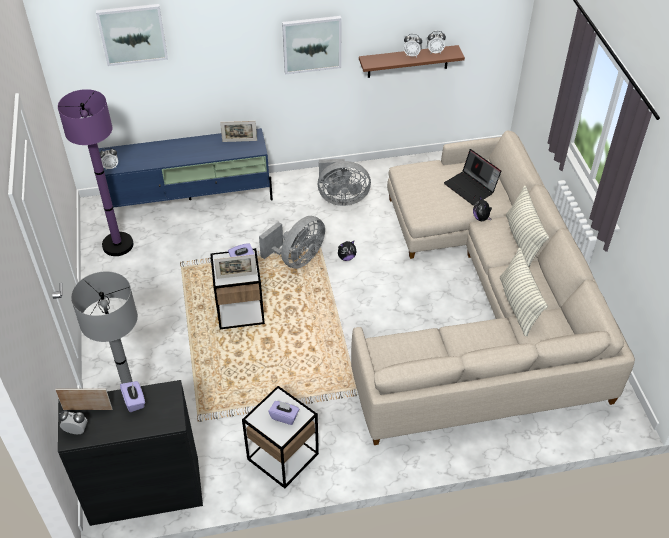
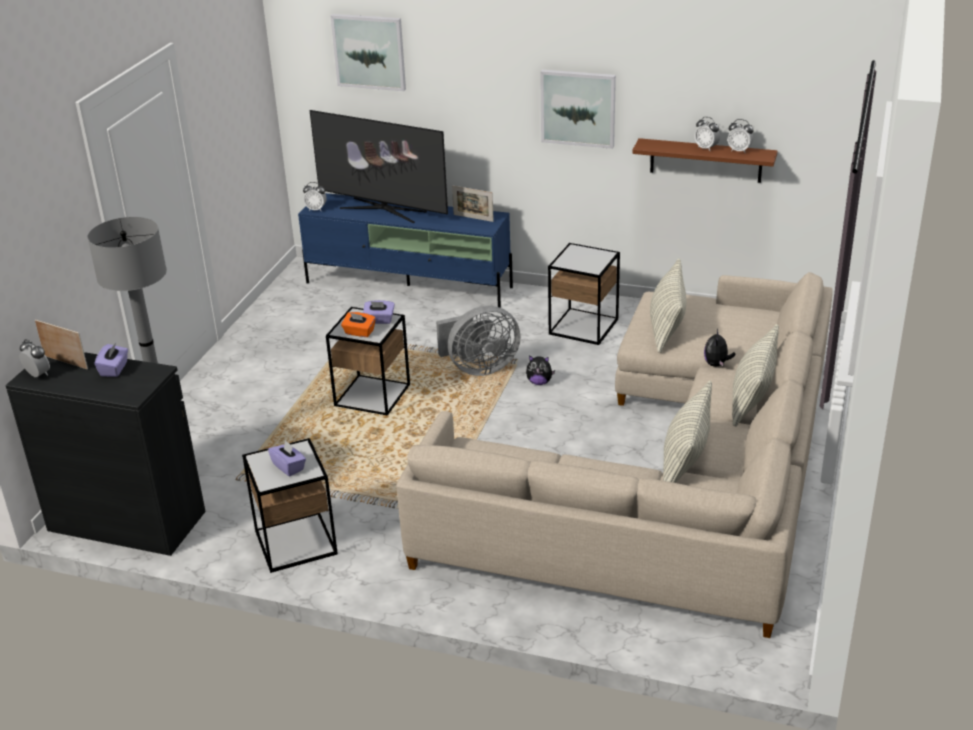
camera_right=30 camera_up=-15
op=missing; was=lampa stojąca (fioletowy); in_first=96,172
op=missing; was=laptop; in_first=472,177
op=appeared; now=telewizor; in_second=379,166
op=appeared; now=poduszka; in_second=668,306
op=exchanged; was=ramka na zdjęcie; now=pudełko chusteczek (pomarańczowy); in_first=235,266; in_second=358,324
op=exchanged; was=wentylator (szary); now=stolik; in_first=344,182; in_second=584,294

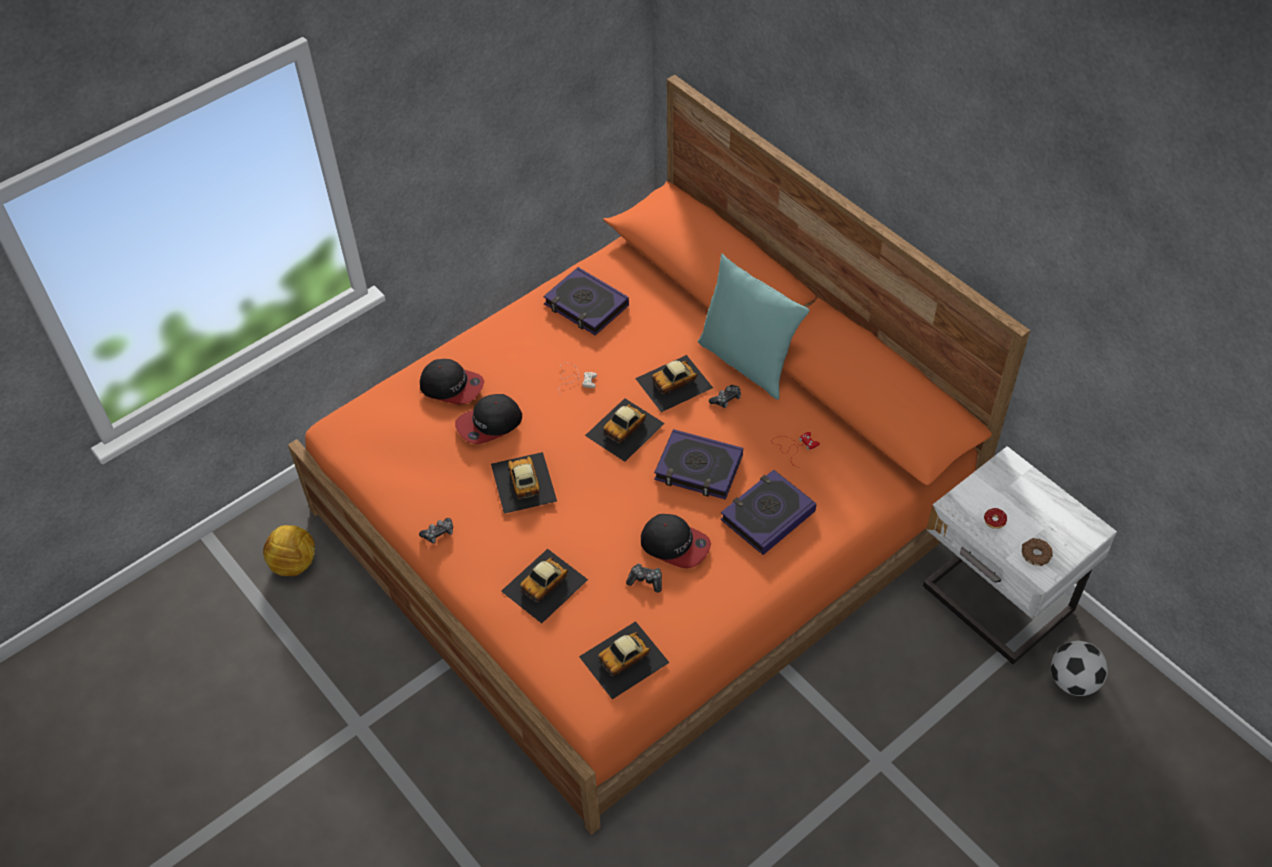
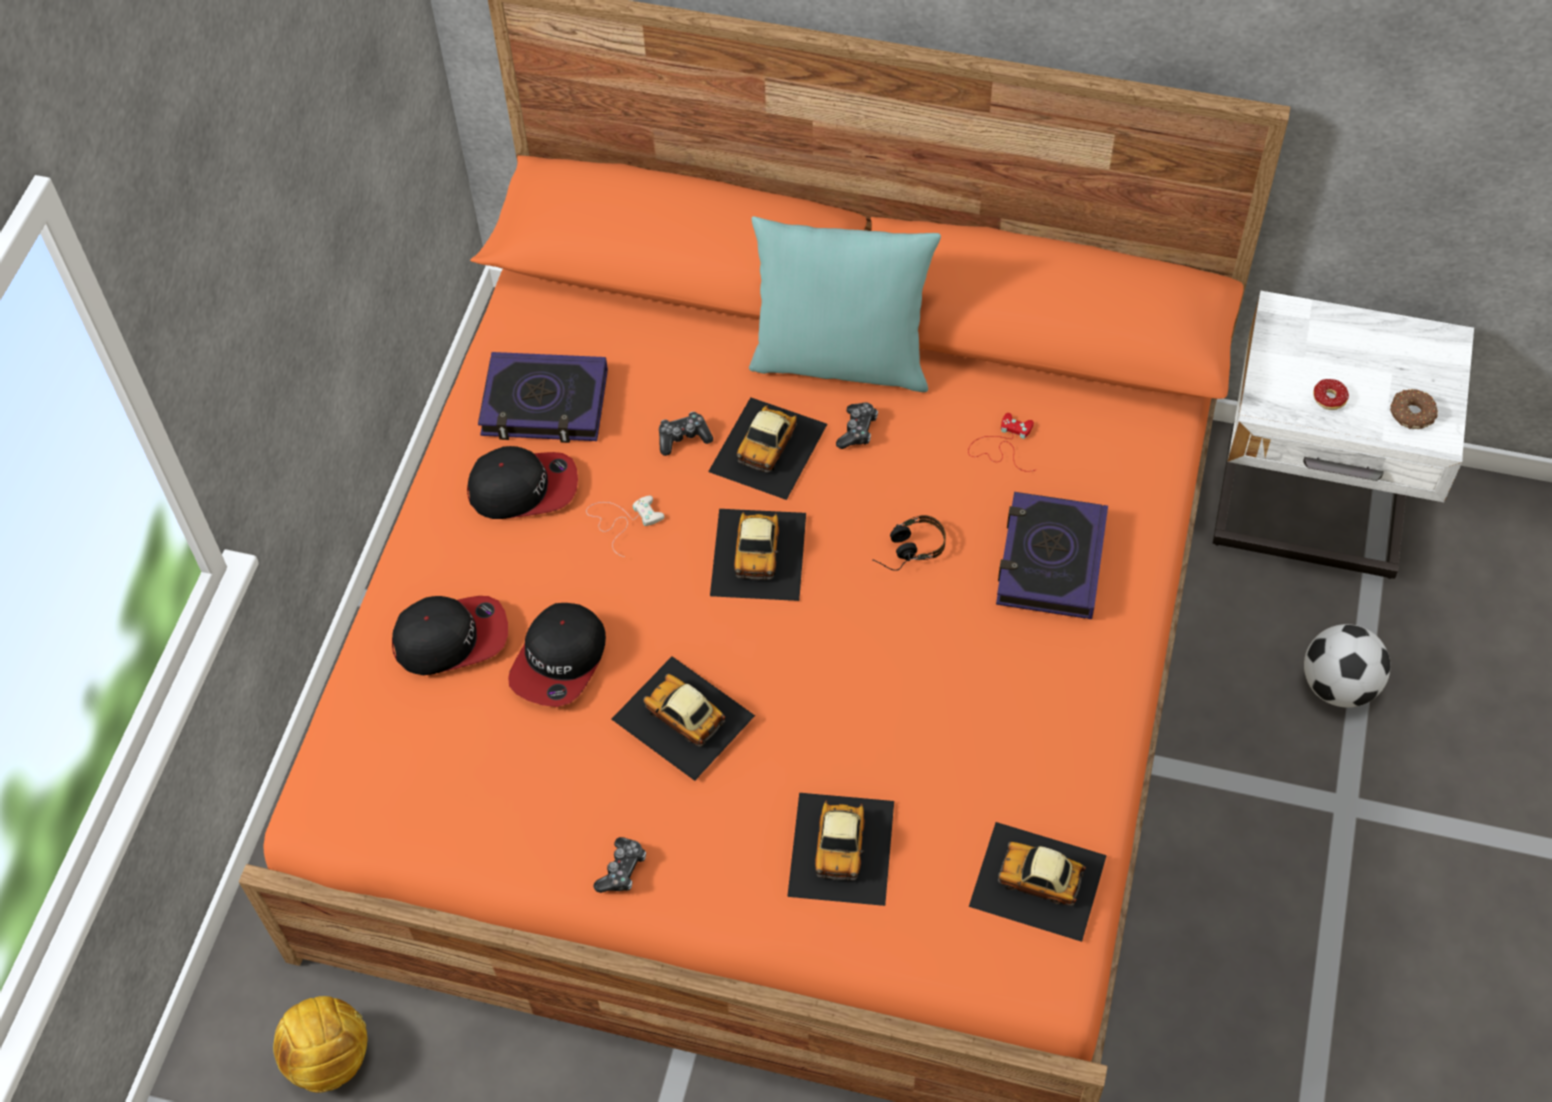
camera_right=-35 camera_up=5
op=relocated; was=pad do gier; in_first=644,578; in_second=686,434
op=relocated; was=czapka z daszkiem; in_first=676,541; in_second=522,482
op=relocated; was=piłka futbolowa; in_first=1079,668; in_second=1347,666
op=exchanged; was=książka; now=słuchawki; in_first=698,464; in_second=909,543
op=spun; was=samochodzik; in_first=624,660; in_second=1038,882; clockwise=90

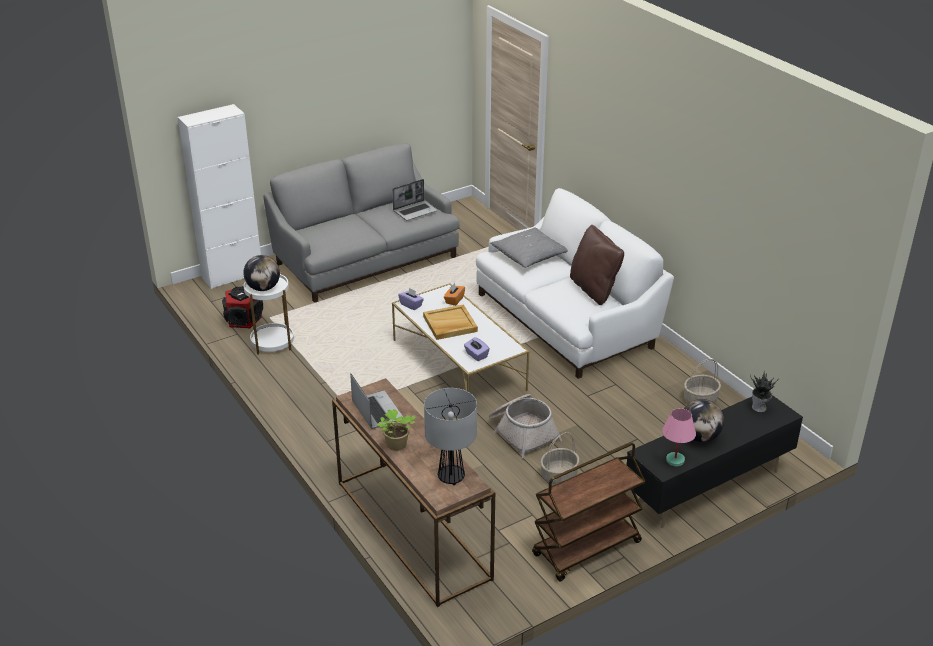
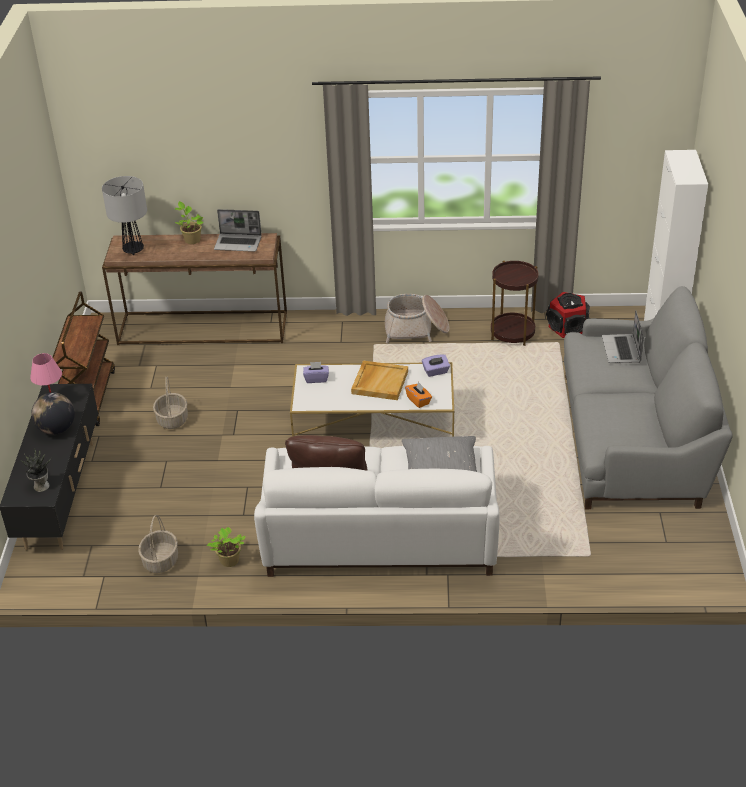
camera_right=125 camera_up=5
op=missing; was=globus; in_first=261,273
op=appeared; now=roślina doniczkowa; in_second=226,547
op=relocated; was=laptop; in_first=414,199; in_second=623,336
op=relocated; was=koszyk; in_first=525,426; in_second=417,318
op=colour; was=stolik (biały); now=stolik (brązowy); in_first=269,313; in_second=515,303

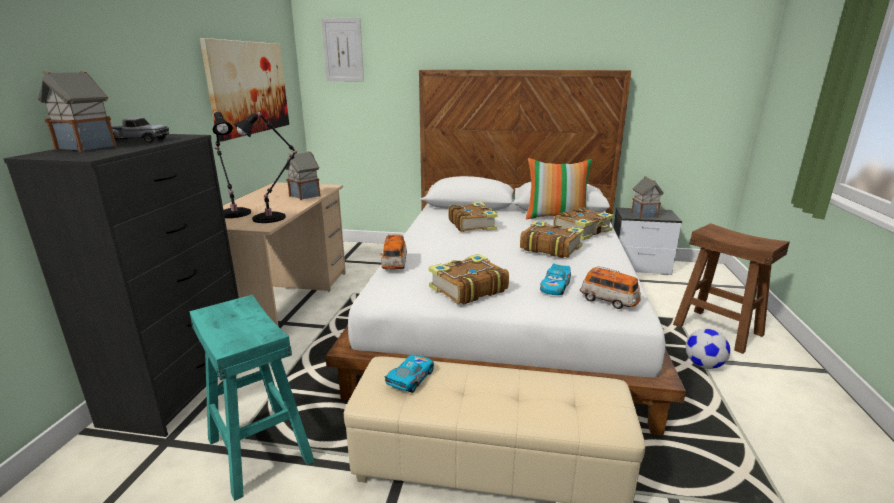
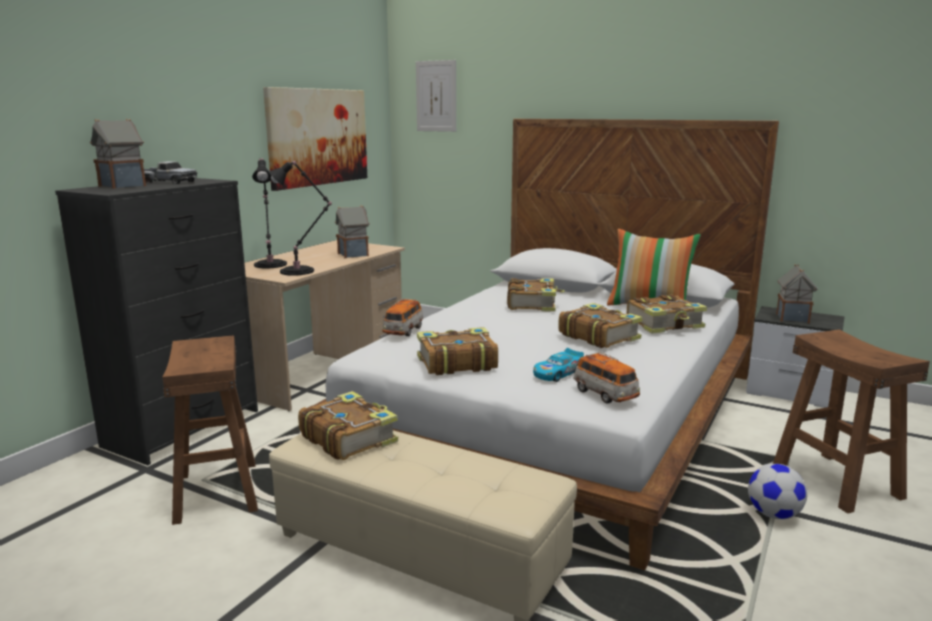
camera_right=20 camera_up=-5
op=exchanged; was=samochodzik; now=książka; in_first=409,374; in_second=348,425
op=colour; was=stołek (turkusowy); now=stołek (brązowy); in_first=252,398; in_second=210,430

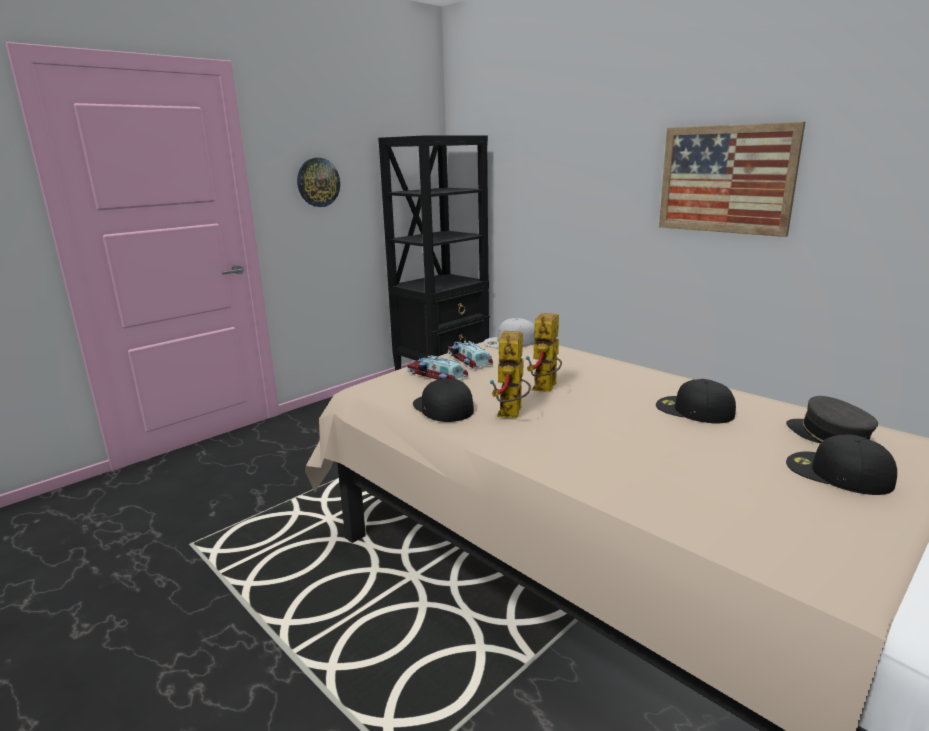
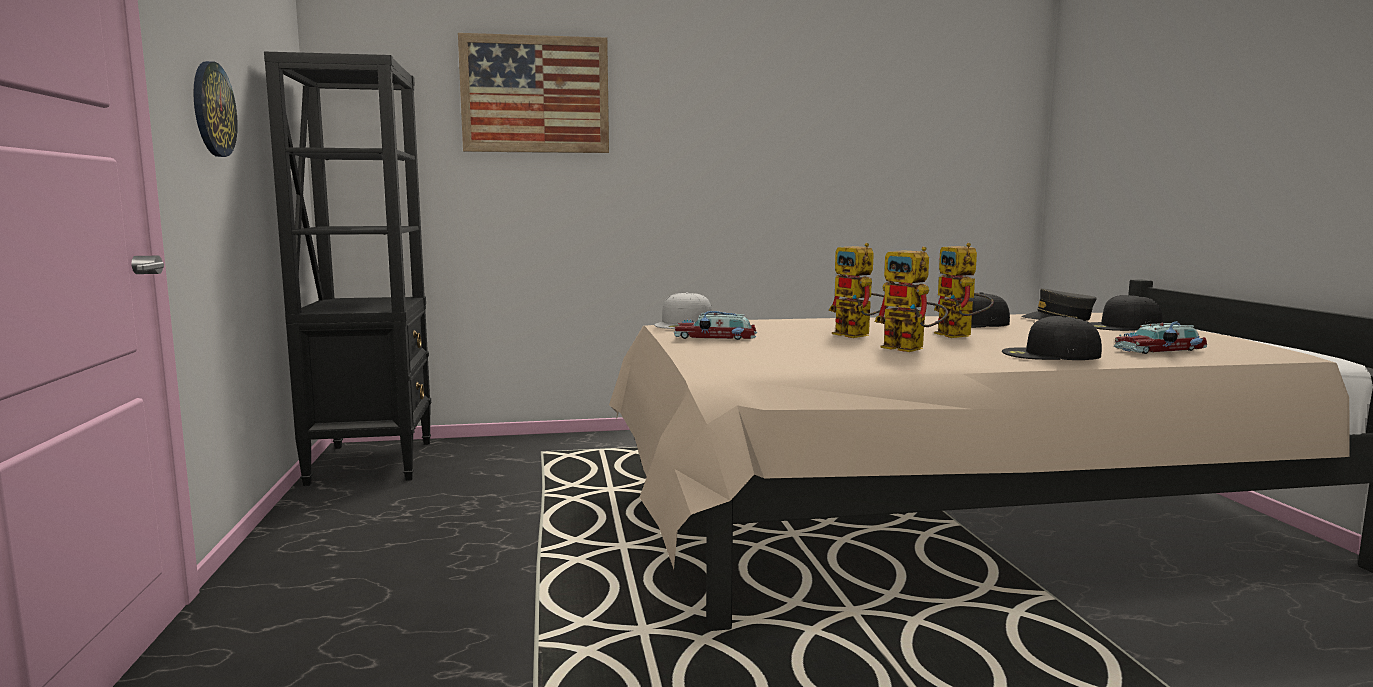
camera_right=-55 camera_up=-10
op=appeared; now=robot zabawkowy; in_second=964,290
op=relocated; was=samochodzik; in_first=438,367; in_second=1160,337
op=relocated; was=czapka z daszkiem (czarny); in_first=443,400; in_second=1052,338
op=relocated; was=obraz; in_first=732,179; in_second=533,93

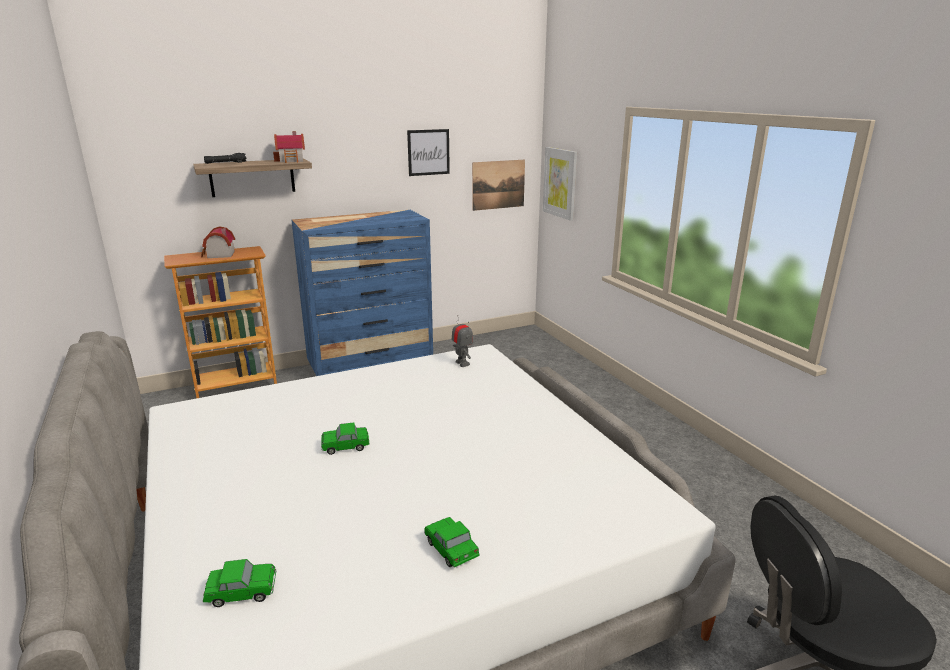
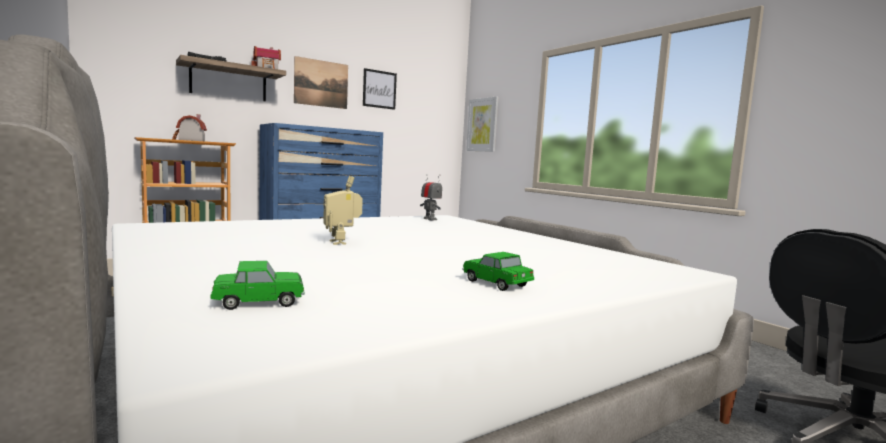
camera_right=-10 camera_up=-15
op=relocated; was=obraz; in_first=498,185; in_second=321,82
op=exchanged; was=samochodzik; now=robot zabawkowy; in_first=345,439; in_second=343,210

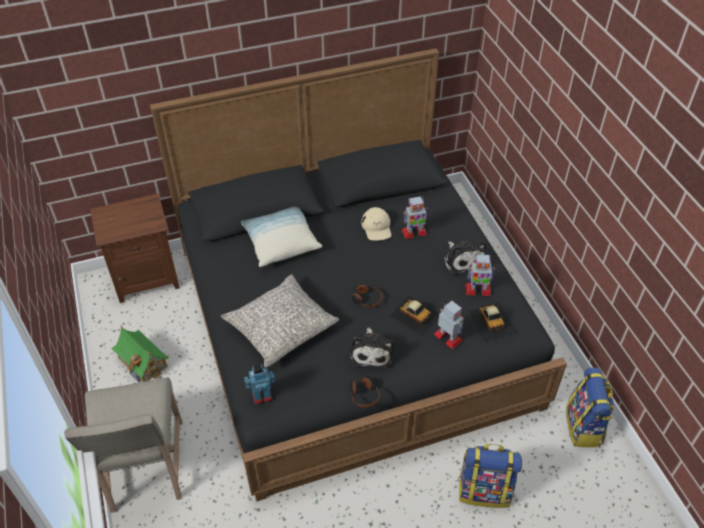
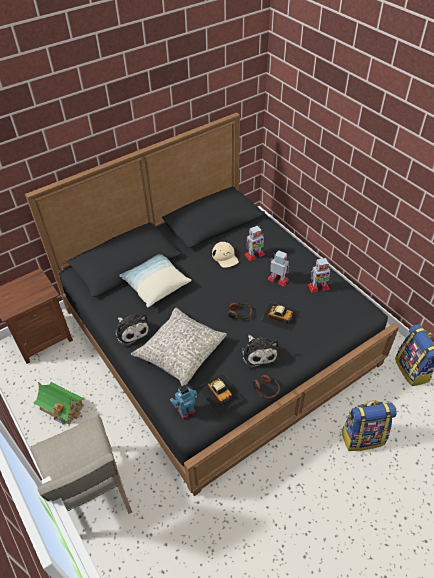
camera_right=-15 camera_up=0
op=relocated; was=robot zabawkowy; in_first=449,325; in_second=278,268
op=relocated; was=pluszak; in_first=464,257; in_second=132,330
op=relocated; was=samochodzik; in_first=492,321; in_second=221,393

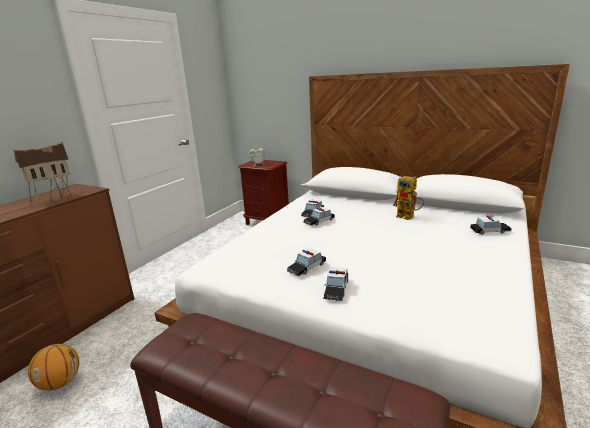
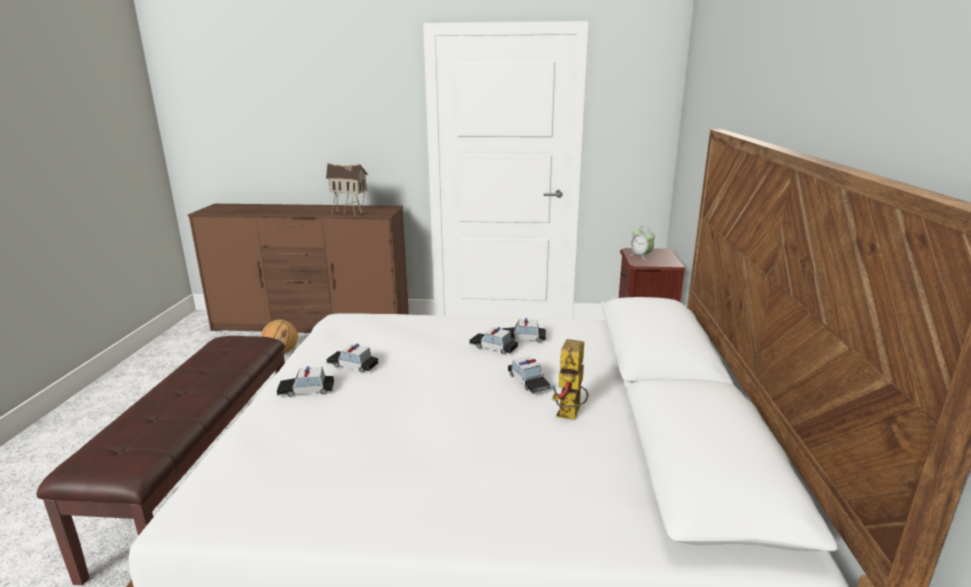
camera_right=65 camera_up=0
op=relocated; was=samochodzik; in_first=491,225; in_second=529,375

